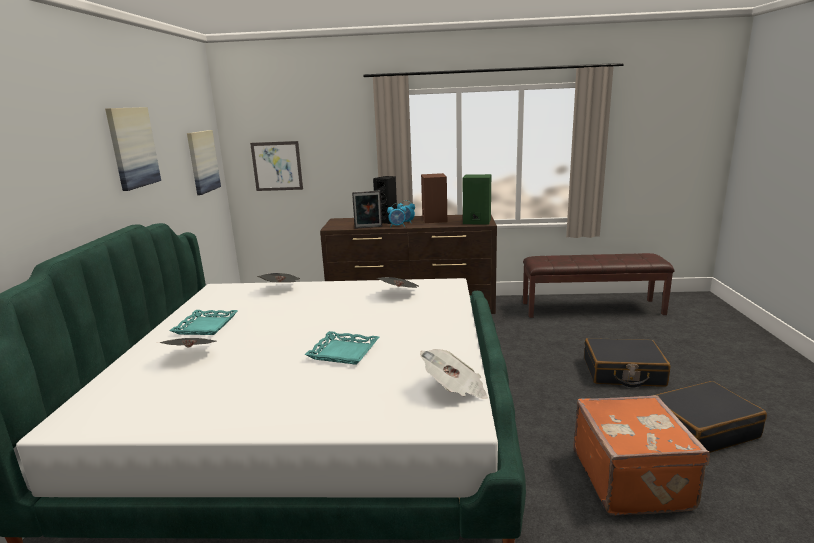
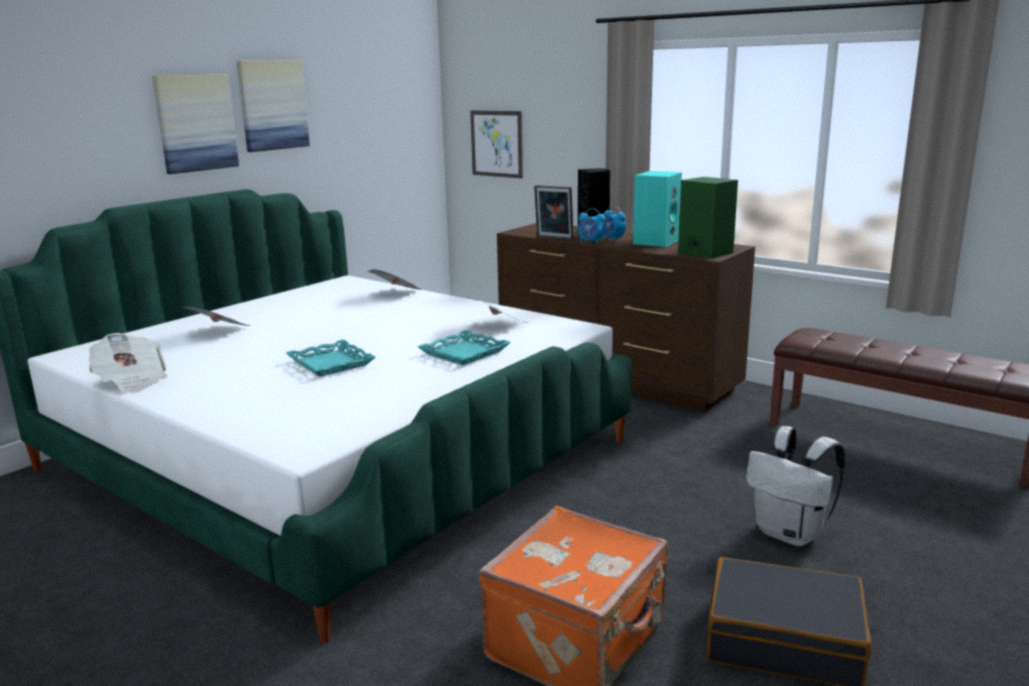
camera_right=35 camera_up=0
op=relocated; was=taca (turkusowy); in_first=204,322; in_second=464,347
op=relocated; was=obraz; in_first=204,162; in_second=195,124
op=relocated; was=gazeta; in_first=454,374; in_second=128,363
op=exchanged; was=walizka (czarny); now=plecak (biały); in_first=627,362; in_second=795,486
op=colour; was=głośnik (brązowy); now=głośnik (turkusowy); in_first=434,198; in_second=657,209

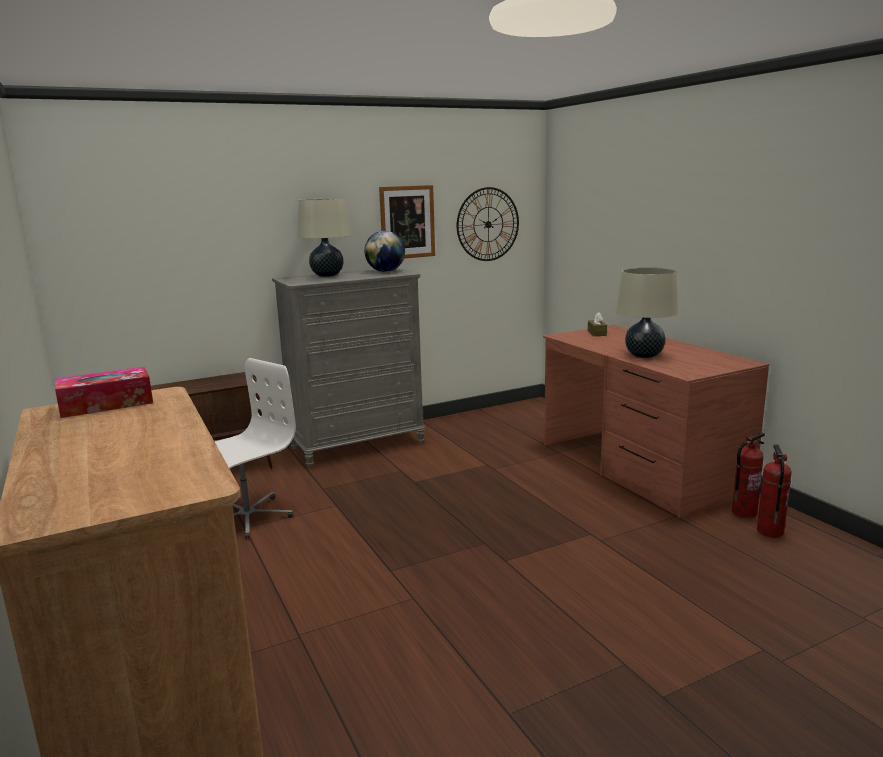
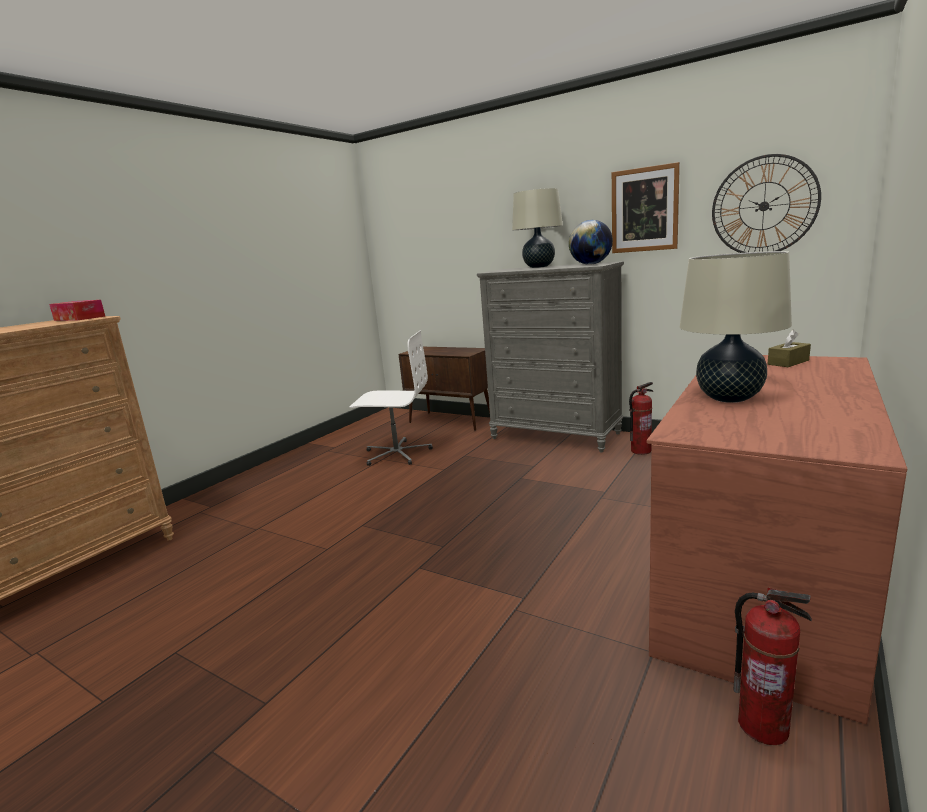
camera_right=60 camera_up=0
op=relocated; was=gaśnica; in_first=774,491; in_second=641,418

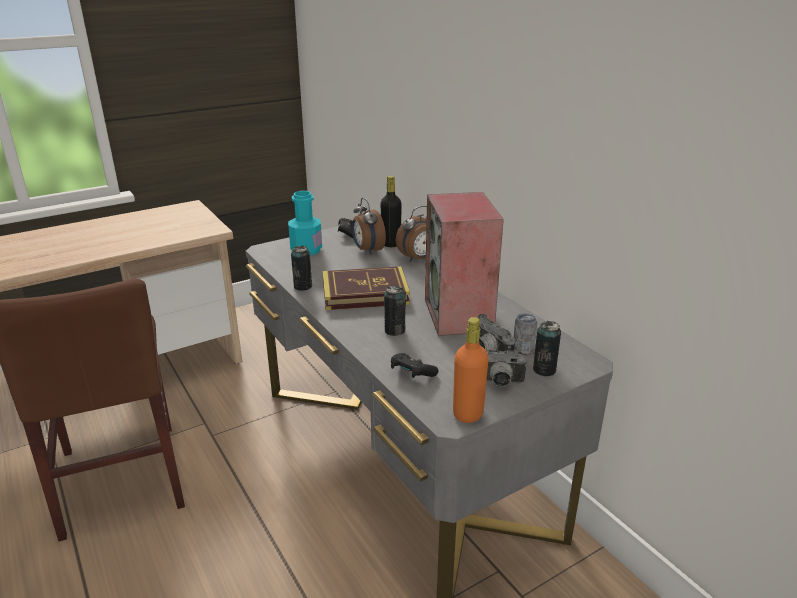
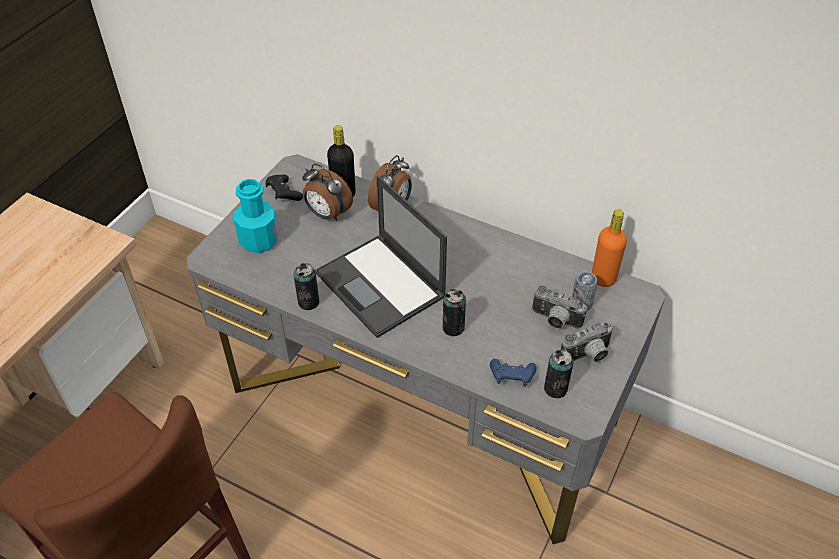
camera_right=-30 camera_up=20
op=missing; was=głośnik; in_first=464,264
op=relocated; was=butelka (pomarańczowy); in_first=471,370; in_second=609,248
op=relocated; was=puszka; in_first=547,348; in_second=558,374
op=exchanged; was=książka; now=laptop; in_first=366,288; in_second=381,257
op=colour; was=pad do gier (czarny); now=pad do gier (niebieski); in_first=414,365; in_second=513,373

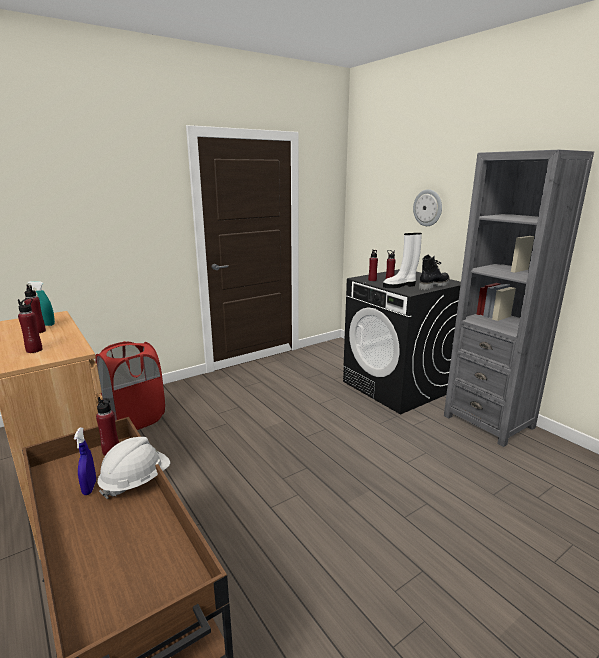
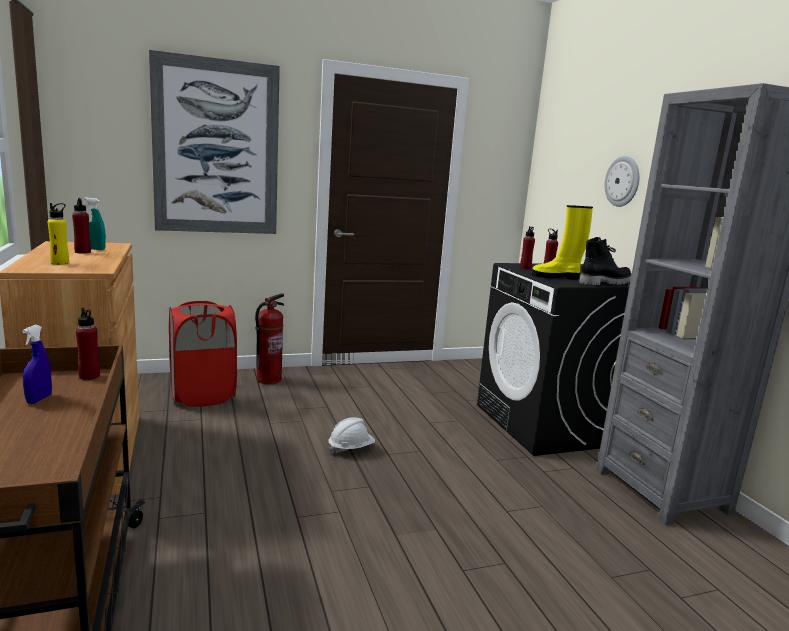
camera_right=15 camera_up=-5
op=appeared; now=obraz; in_second=214,142
op=appeared; now=gaśnica; in_second=269,338
op=relocated; was=kask (biały); in_first=133,468; in_second=351,435
op=colour; was=butelka (czerwony); now=butelka (żółty); in_first=30,325; in_second=58,234
op=colour; was=but z cholewką (biały); now=but z cholewką (żółty); in_first=402,260; in_second=562,242

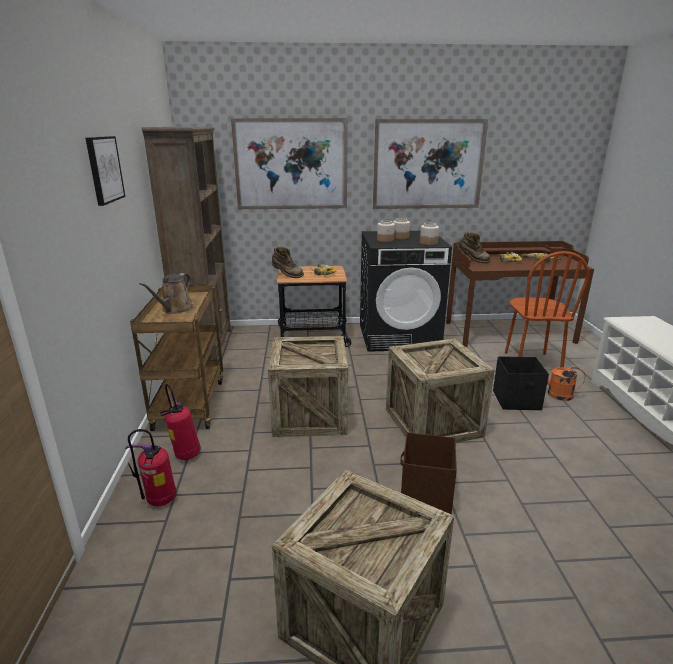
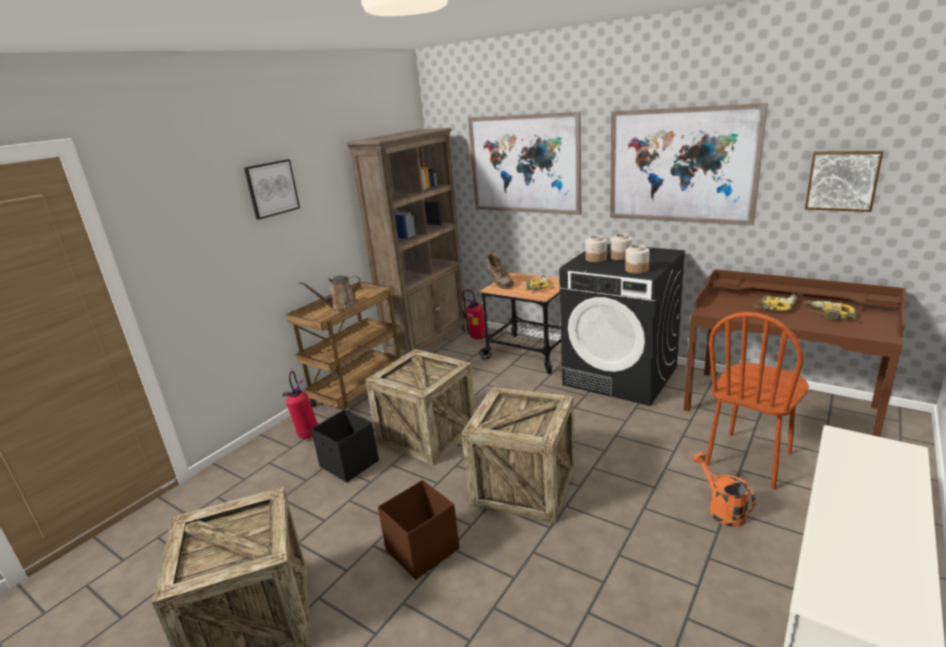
camera_right=40 camera_up=0
op=missing; was=but z cholewką (brązowy); in_first=474,247
op=appeared; now=obraz; in_second=844,181
op=relocated; was=gaśnica; in_first=150,467; in_second=473,314
op=relocated; was=pojemnik do przechowywania (czarny); in_first=521,383; in_second=345,445

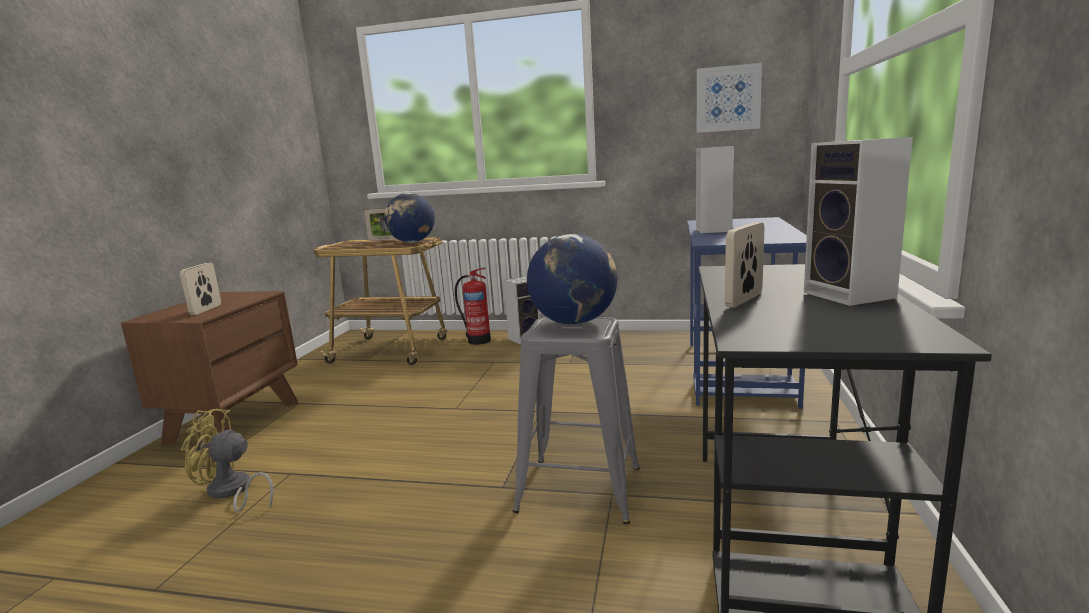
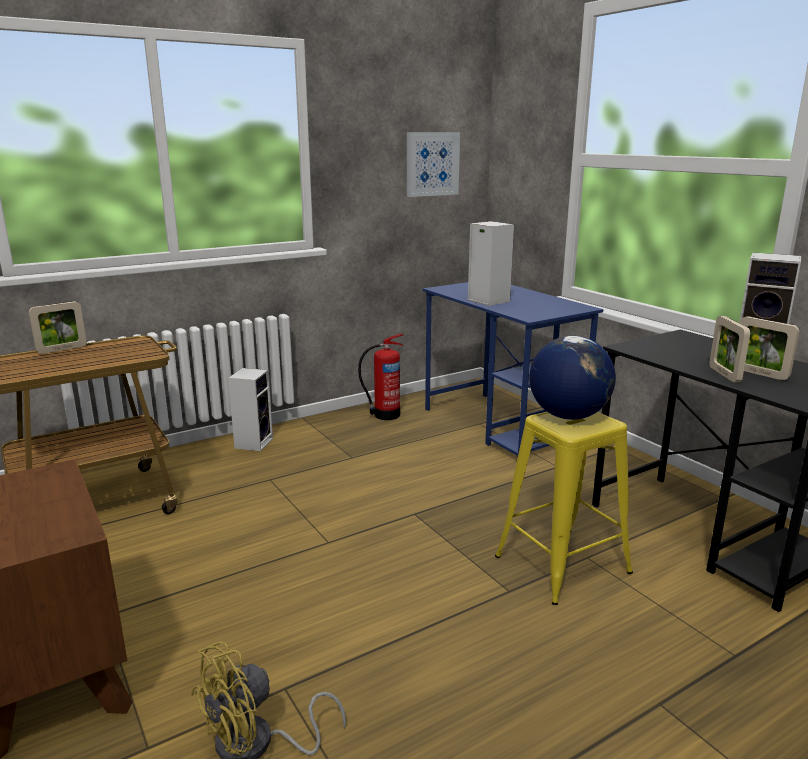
camera_right=-45 camera_up=5
op=missing; was=globus; in_first=409,218
op=relocated; was=ramka na zdjęcie; in_first=200,289; in_second=769,348
op=relocated; was=gaśnica; in_first=473,306; in_second=381,376
op=colour; was=stołek (szary); now=stołek (żółty); in_first=576,420; in_second=564,508

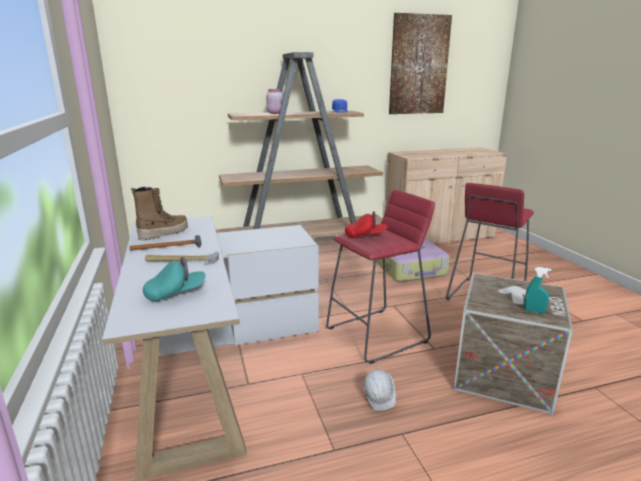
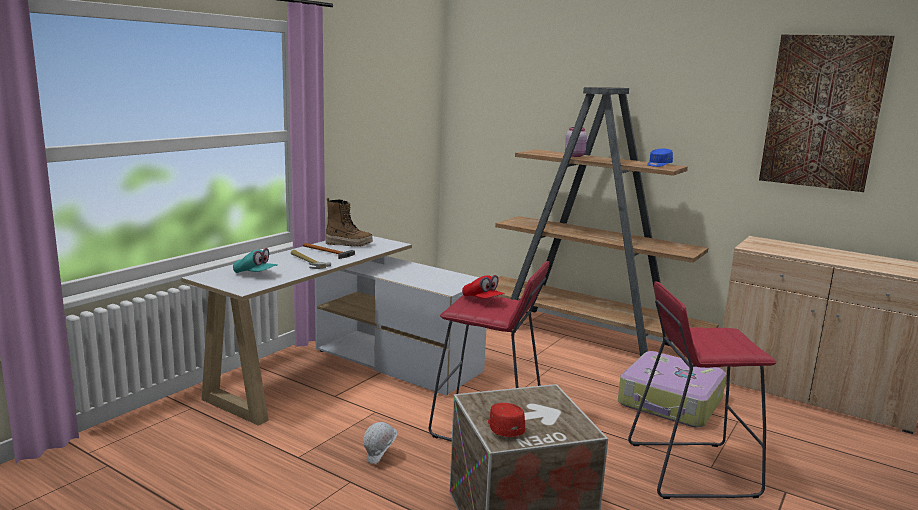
camera_right=50 camera_up=-5
op=exchanged; was=spryskiwacz (turkusowy); now=czapka z daszkiem (czerwony); in_first=538,290; in_second=506,420

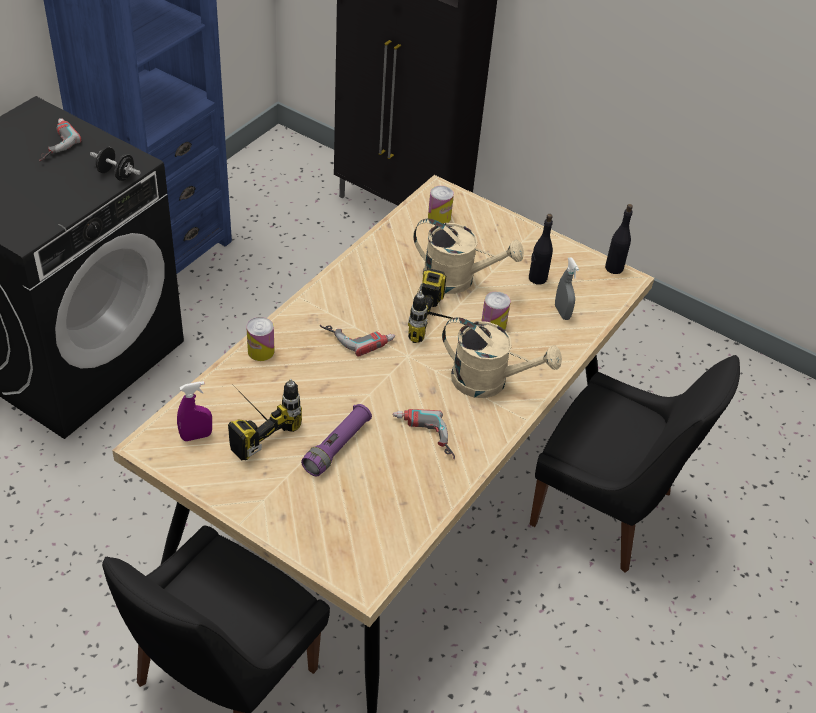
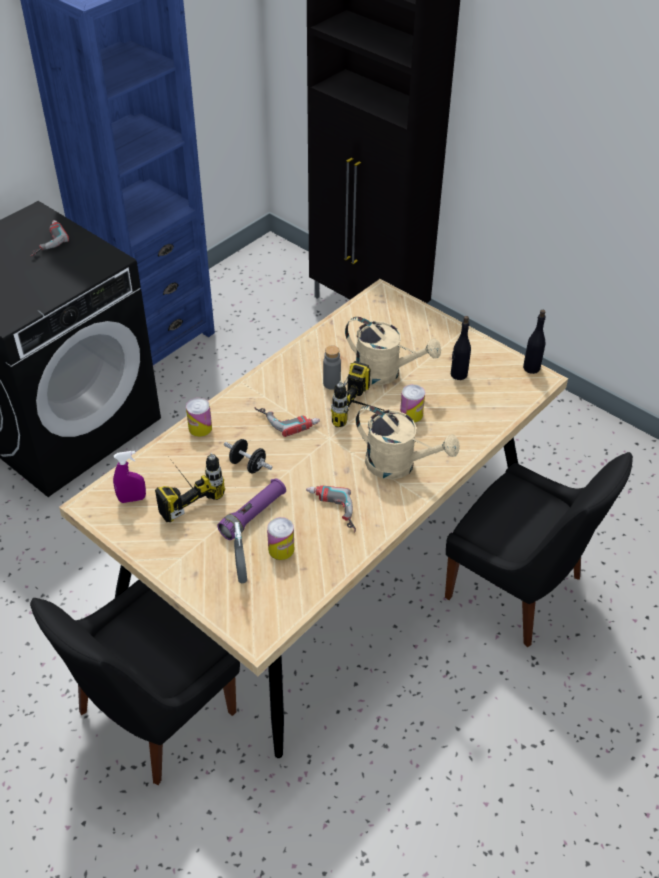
camera_right=10 camera_up=0
op=appeared; now=butelka (szary); in_second=332,367
op=relocated; was=hantel (czarny); in_first=115,164; in_second=248,456
op=relocated; was=puszka; in_first=441,205; in_second=280,538
op=relocated; was=spryskiwacz (szary); in_first=567,288; in_second=240,552

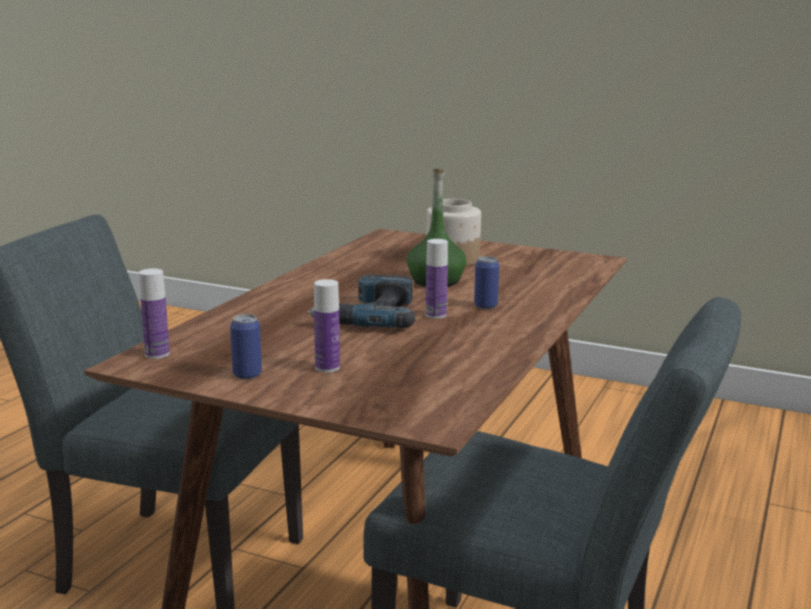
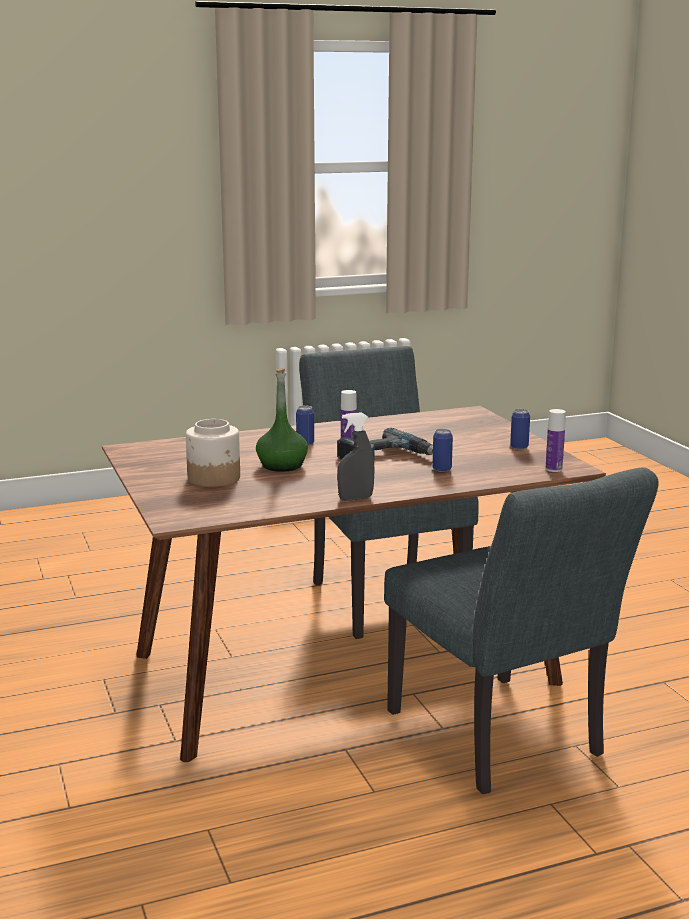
camera_right=-135 camera_up=0
op=missing; was=butelka; in_first=327,326
op=appeared; now=spryskiwacz (szary); in_second=356,456
op=appeared; now=puszka; in_second=443,450

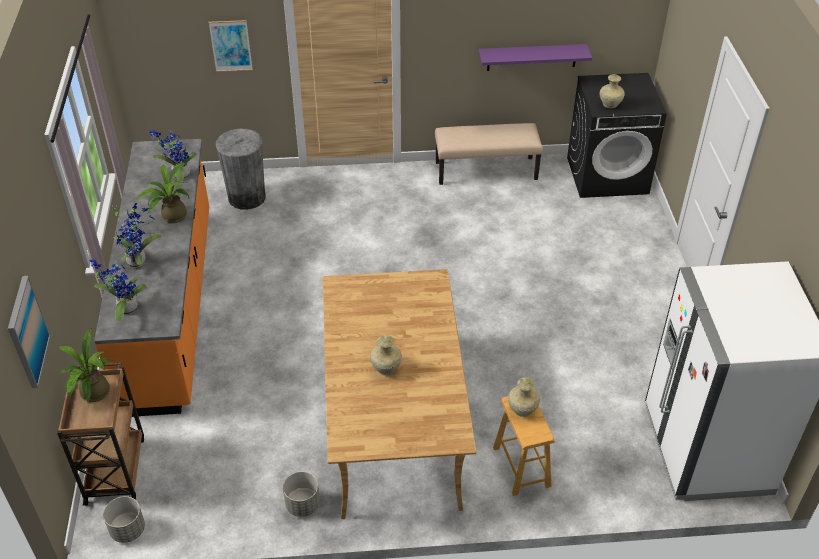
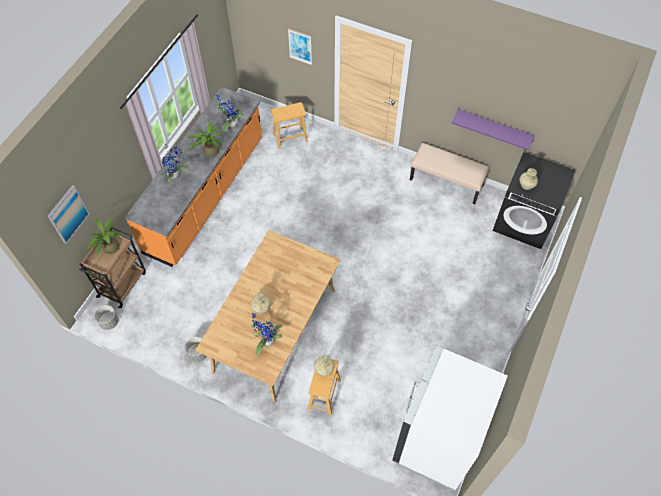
camera_right=30 camera_up=15
op=relocated; was=roślina doniczkowa; in_first=118,290; in_second=266,334
op=exchanged; was=kosz na śmieci (szary); now=stołek (brązowy); in_first=241,169; in_second=289,125

